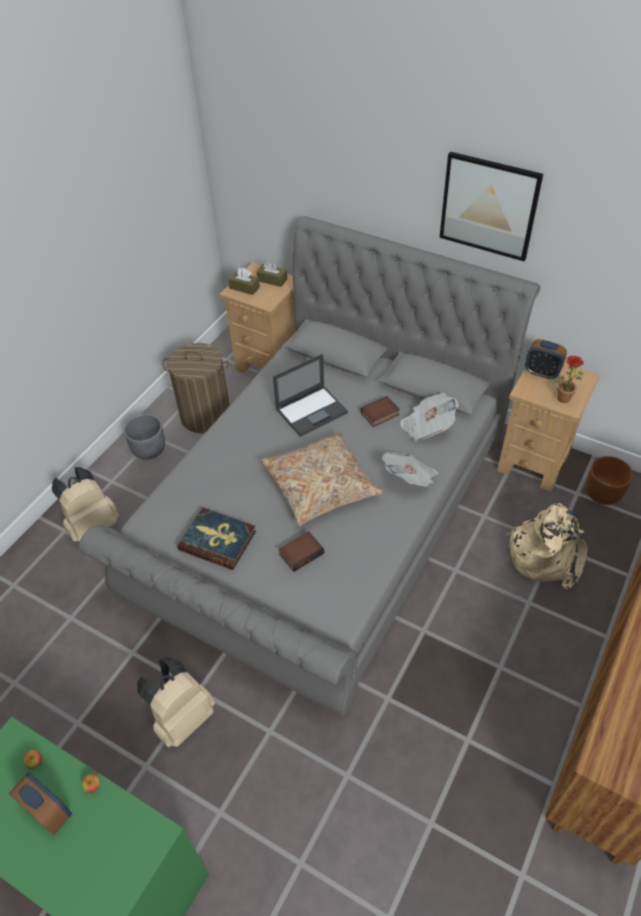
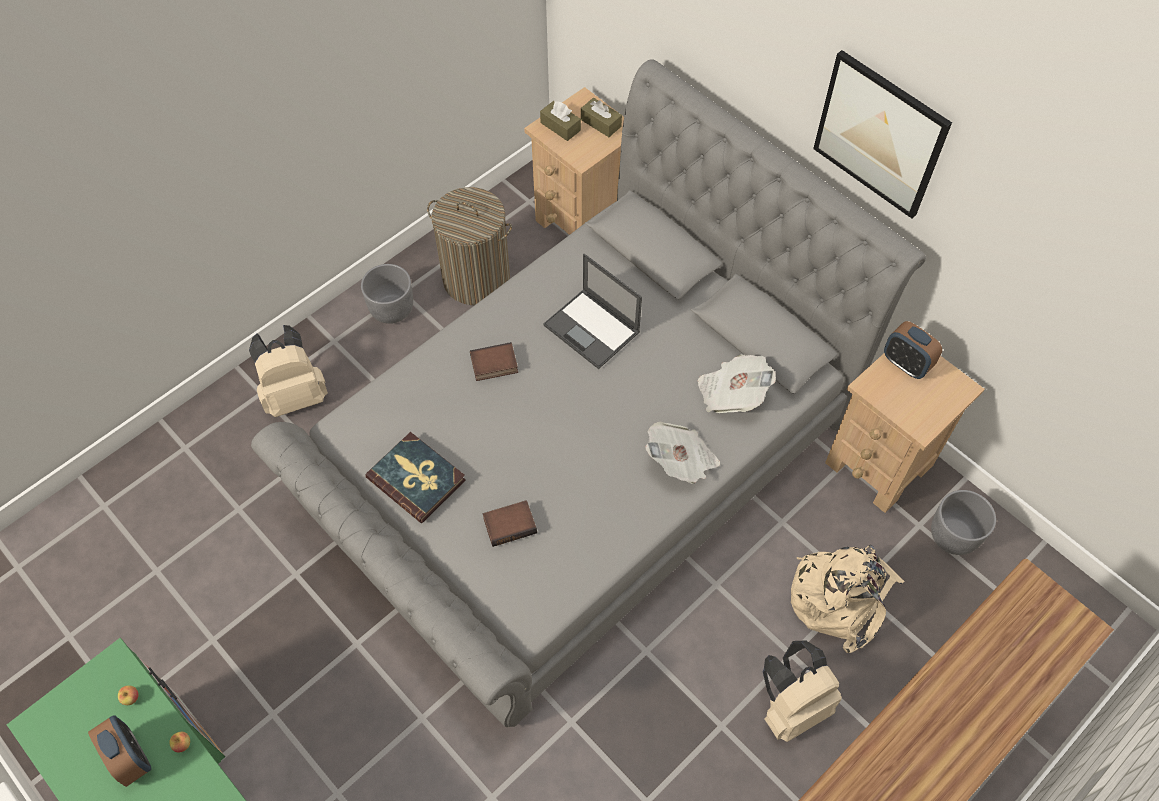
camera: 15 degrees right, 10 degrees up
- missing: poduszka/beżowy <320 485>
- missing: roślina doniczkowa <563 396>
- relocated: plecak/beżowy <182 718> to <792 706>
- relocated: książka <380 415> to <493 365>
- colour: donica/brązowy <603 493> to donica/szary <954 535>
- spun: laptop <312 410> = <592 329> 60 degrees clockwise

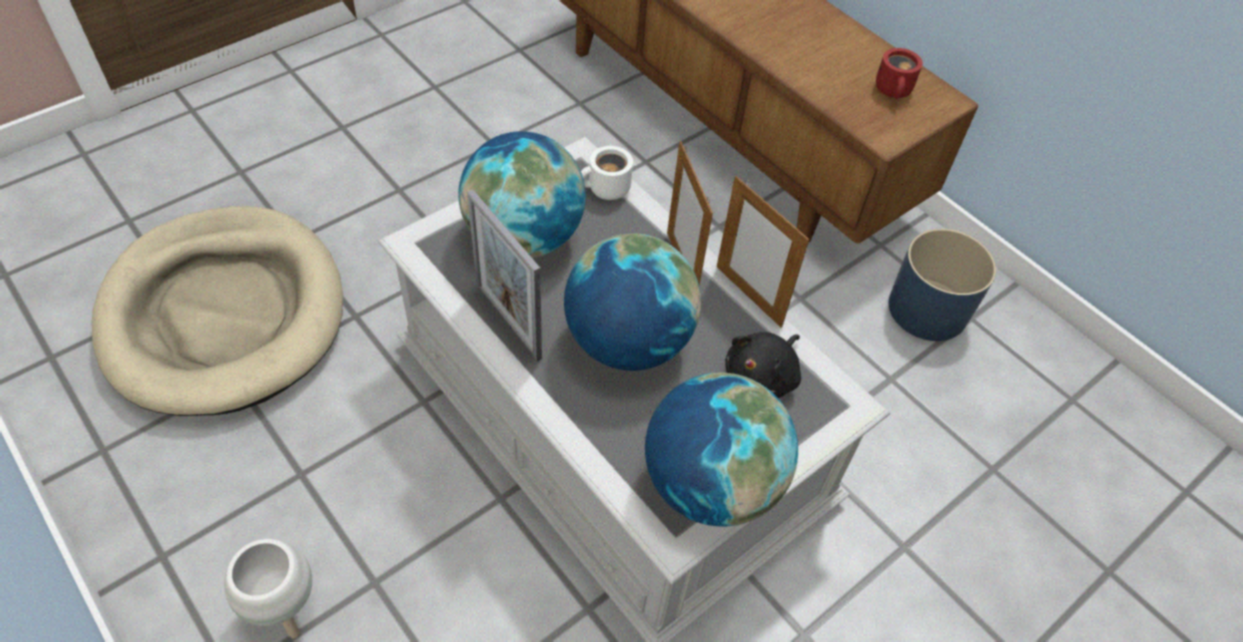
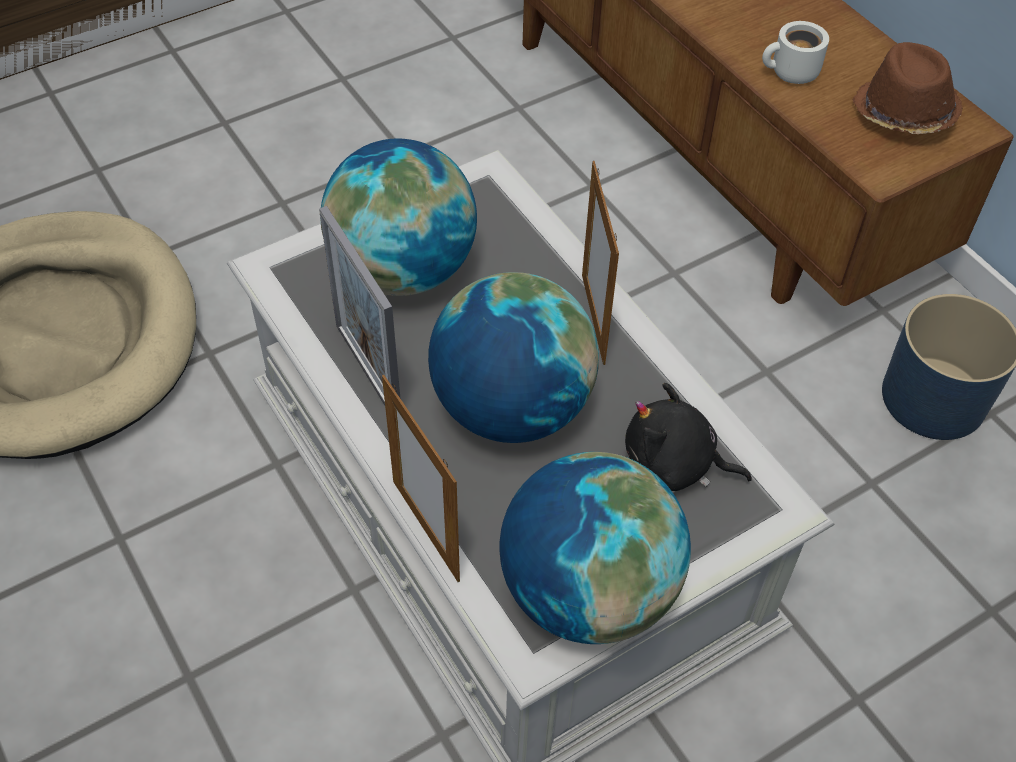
camera: 10 degrees right, 0 degrees up
- missing: donica/biały <286 612>
- relocated: kubek/biały <606 190> to <791 74>
- relocated: ramka na zdjęcie <748 296> to <425 530>
- exchanged: kubek/czerwony <894 91> to kapelusz/brązowy <903 113>
- spun: pluszak/czarny <762 377> = <675 464> 60 degrees clockwise

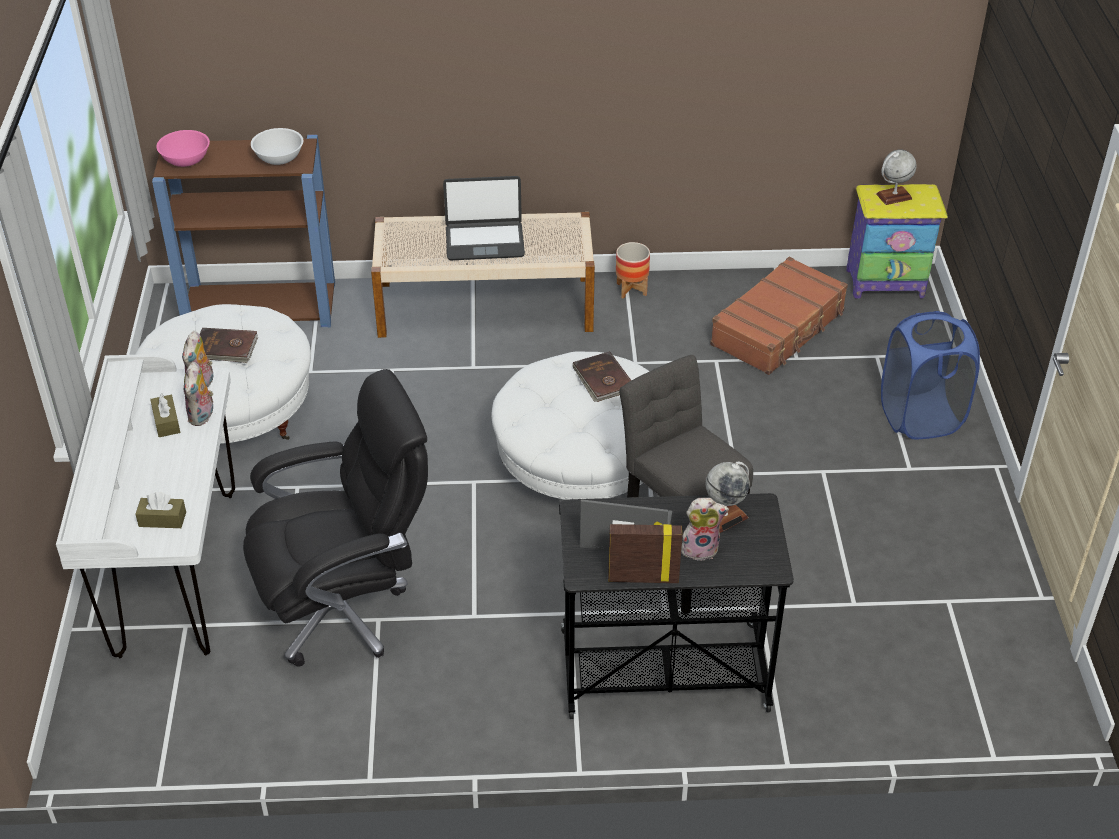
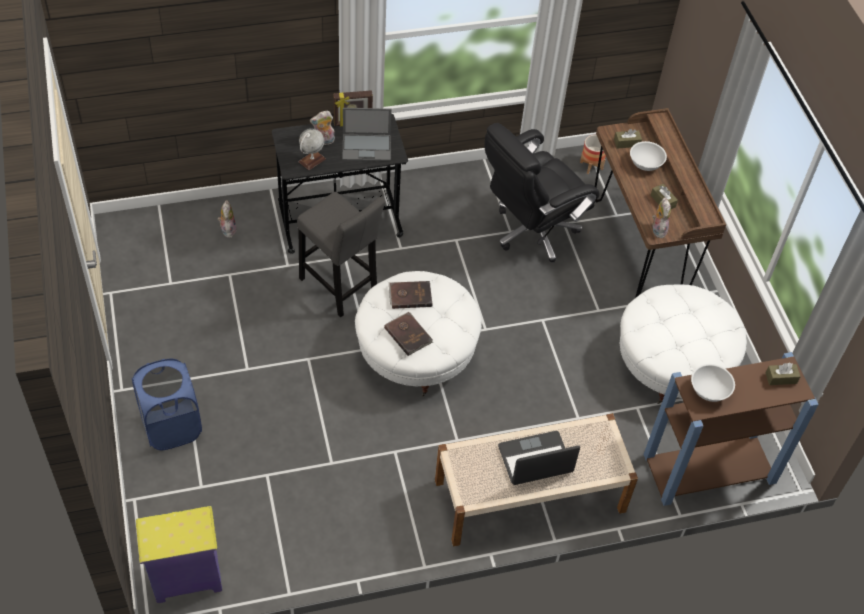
camera: 165 degrees right, 10 degrees up
- missing: walizka/brązowy <779 328>
- missing: globus <894 196>
- appeared: miska/biały <645 164>
- relocated: pluszak <202 416> to <227 229>
- relocated: książka/brązowy <225 348> to <410 295>
- relocated: donica <631 289> to <591 166>
- exchanged: miska/różowy <186 160> to pudełko chusteczek/brązowy <781 378>
- colour: biurko/biały <176 573> to biurko/brązowy <640 244>

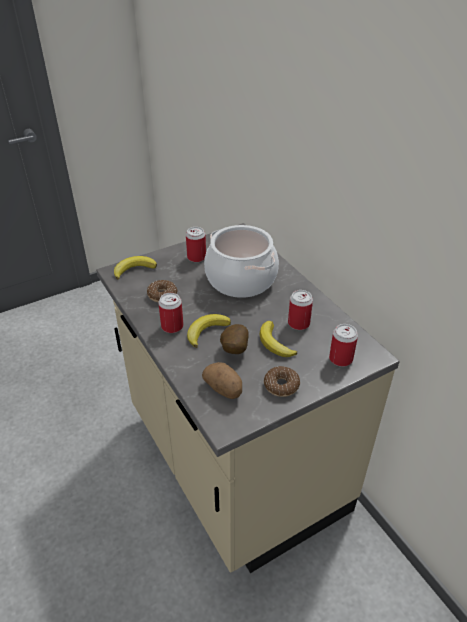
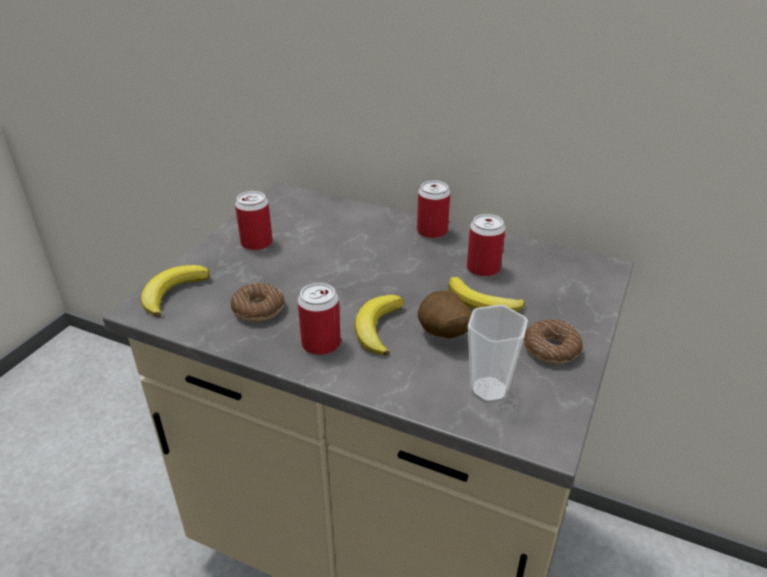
camera: 35 degrees left, 5 degrees down
- missing: garnek <240 279>
- relocated: puszka <340 359> to <432 232>
- exchanged: ziemniak <224 389> to filiżanka <489 390>

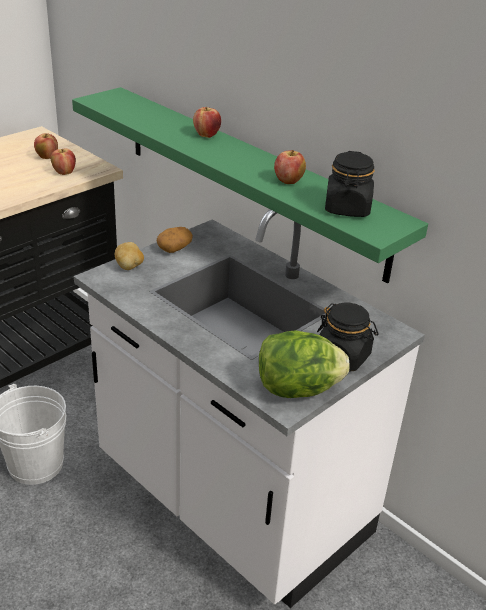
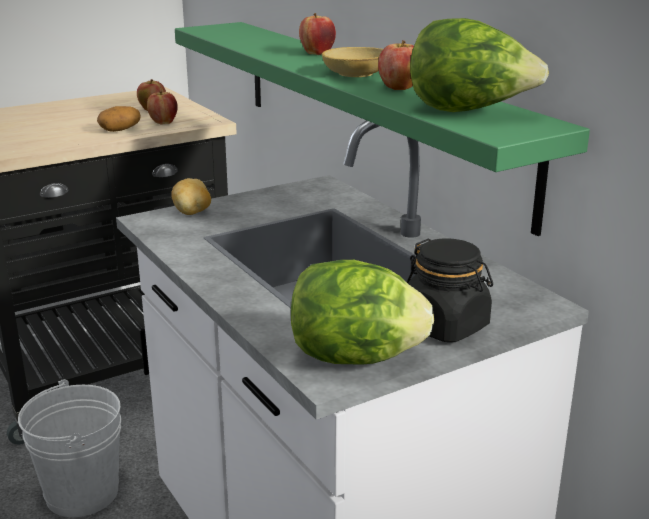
camera: 15 degrees right, 10 degrees down
- appeared: miska/beżowy <355 73>
- relocated: ziemniak <174 248> to <120 130>
- exchanged: słoik/czarny <347 208> to sałata <469 111>

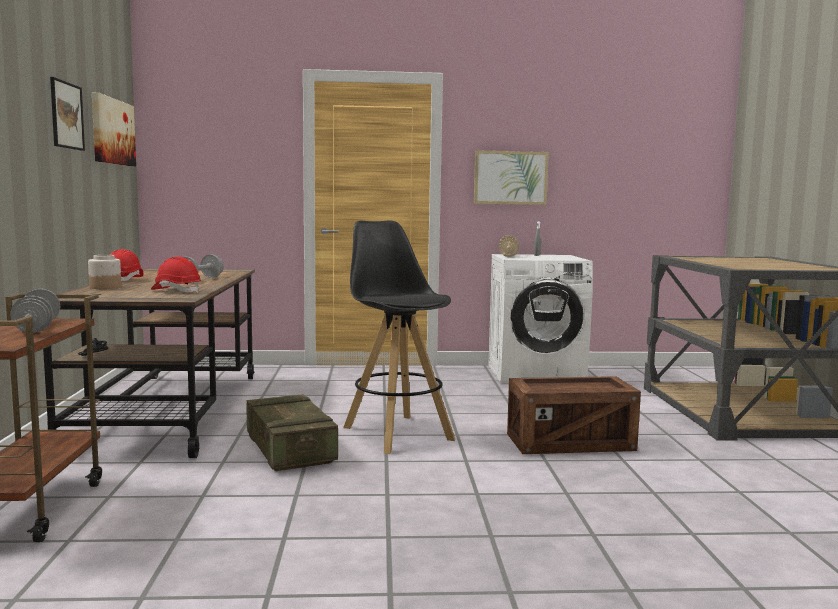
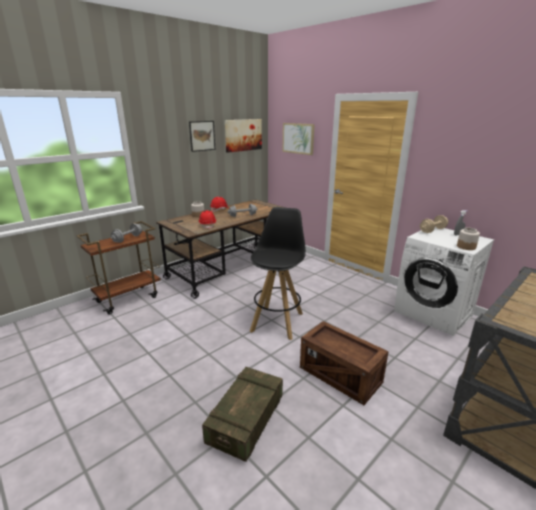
camera: 50 degrees right, 15 degrees up
- appeared: słoik <466 247>
- relocated: skrzynka <289 450> to <246 420>
- relocated: obraz <510 178> to <298 138>

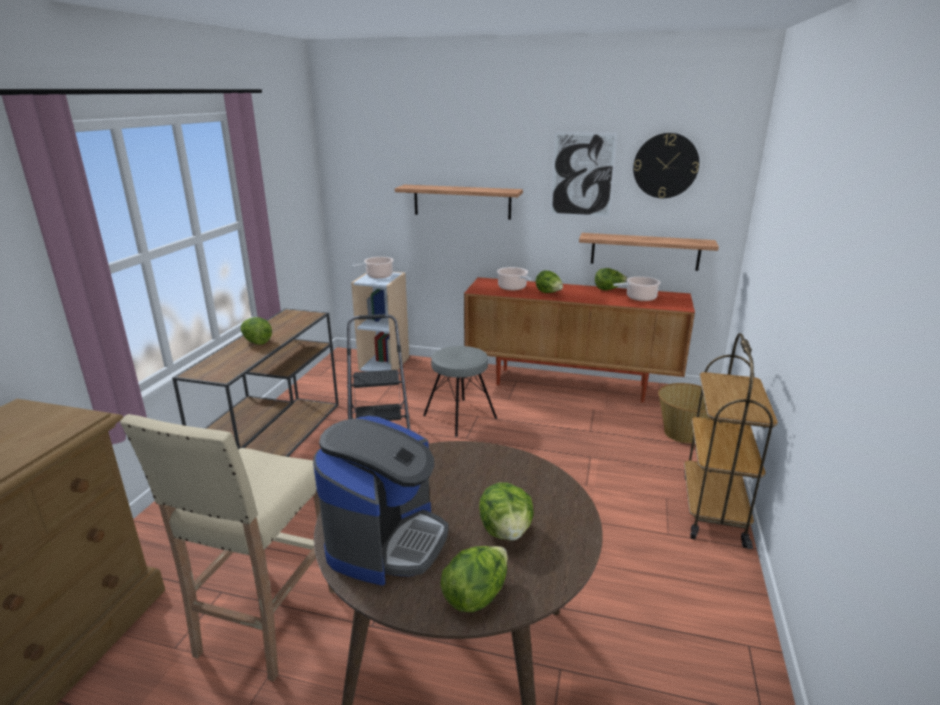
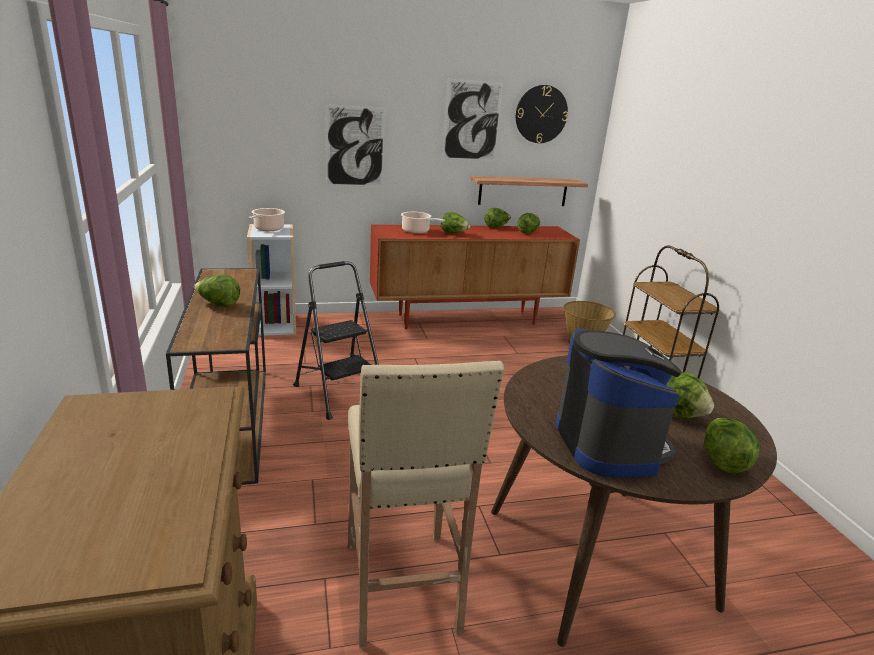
camera: 30 degrees left, 0 degrees up
- missing: stołek/szary <460 417>
- exchanged: półka <462 202> to obraz <355 147>
- exchanged: garnek <639 298> to sałata <528 232>

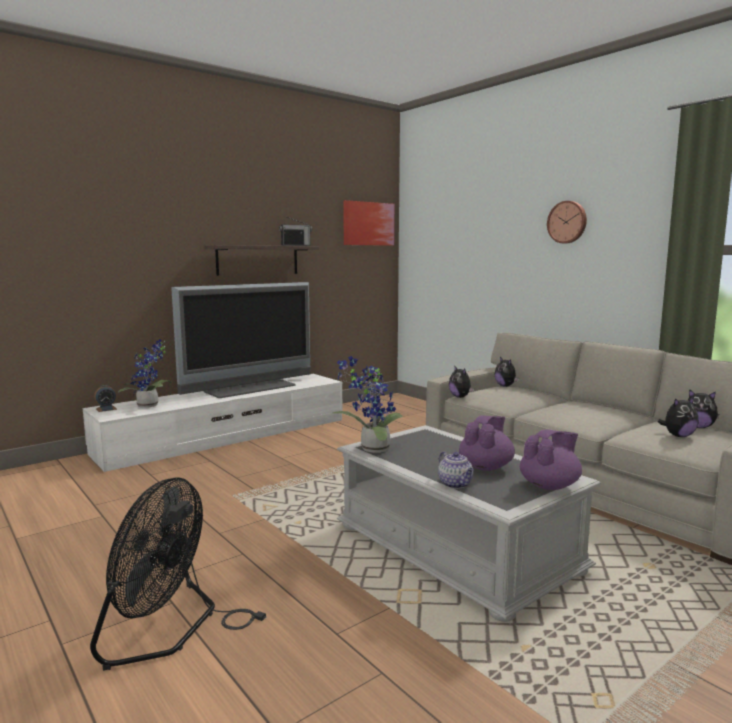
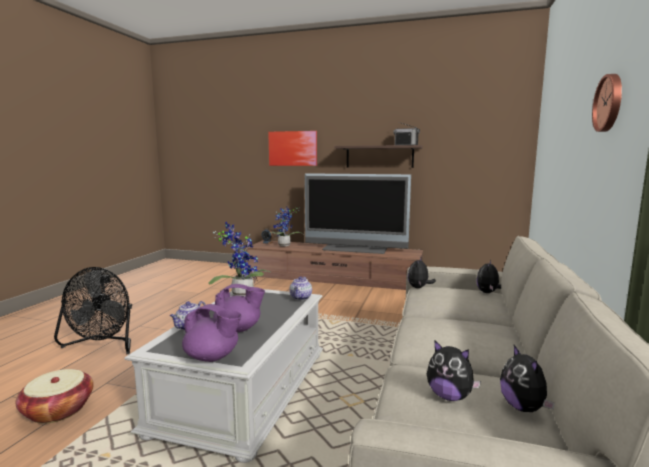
camera: 55 degrees right, 0 degrees up
- appeared: koszyk <58 410>
- appeared: imbryk <301 298>
- relocated: obraz <368 223> to <293 148>
- colour: szafka pod telewizor/biały <226 435> to szafka pod telewizor/brązowy <333 277>
- spun: wentylator/czarny <180 624> = <103 343> 150 degrees counterclockwise

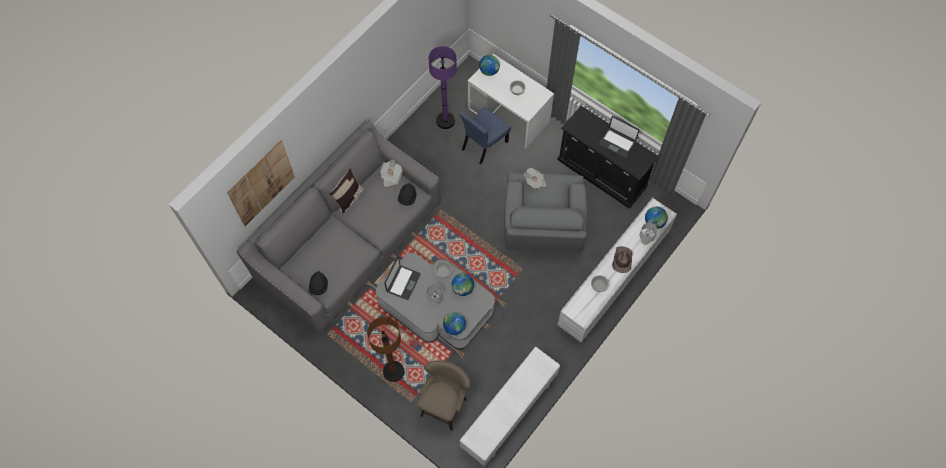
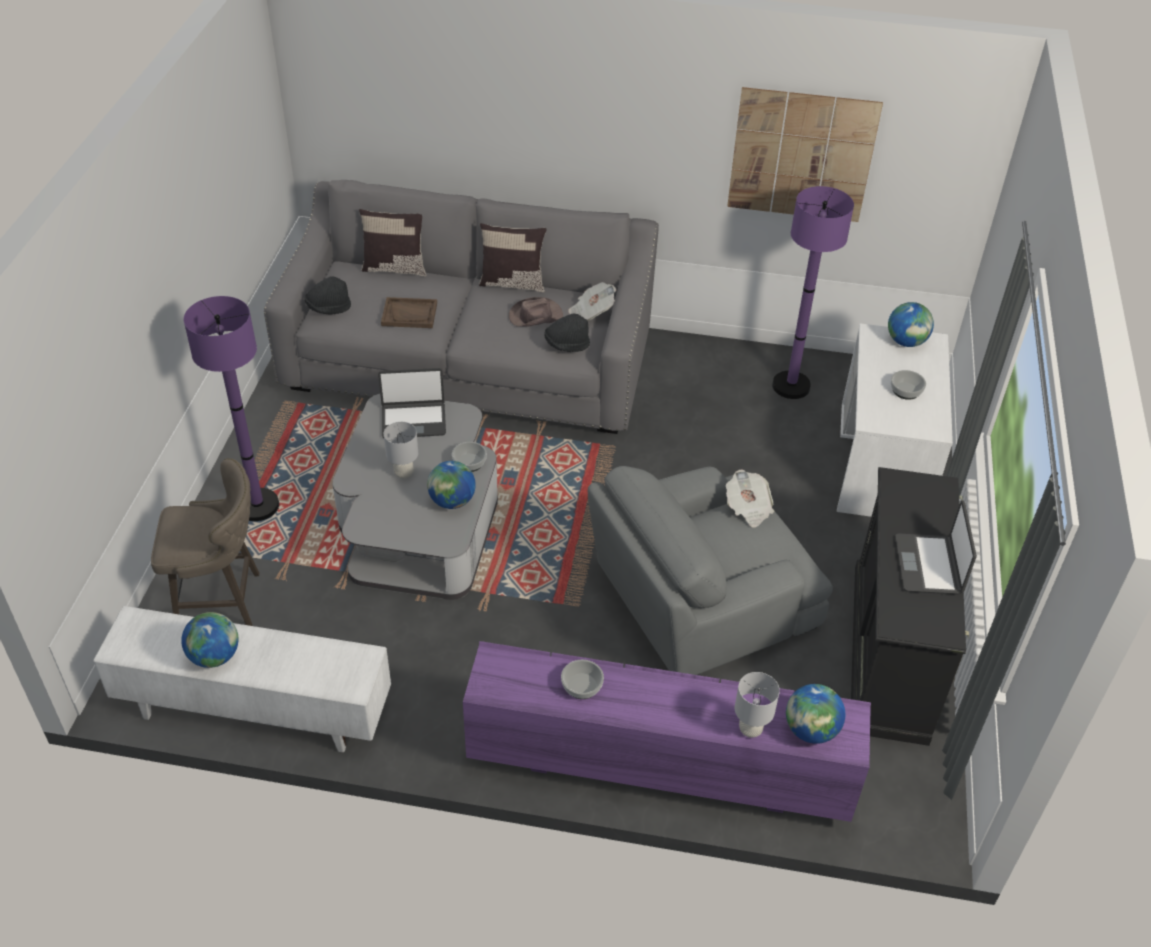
camera: 60 degrees right, 20 degrees down
- missing: krzesło/niebieski <484 144>
- appeared: poduszka <395 268>
- appeared: taca/brązowy <409 314>
- relocated: obraz <261 183> to <802 155>
- relocated: globus <454 327> to <214 656>
- relocated: kapelusz/brązowy <622 260> to <535 316>
- colour: lampa stojąca/brązowy <393 371> to lampa stojąca/fioletowy <258 506>
- colour: szafka/biały <613 280> to szafka/fioletowy <658 772>

